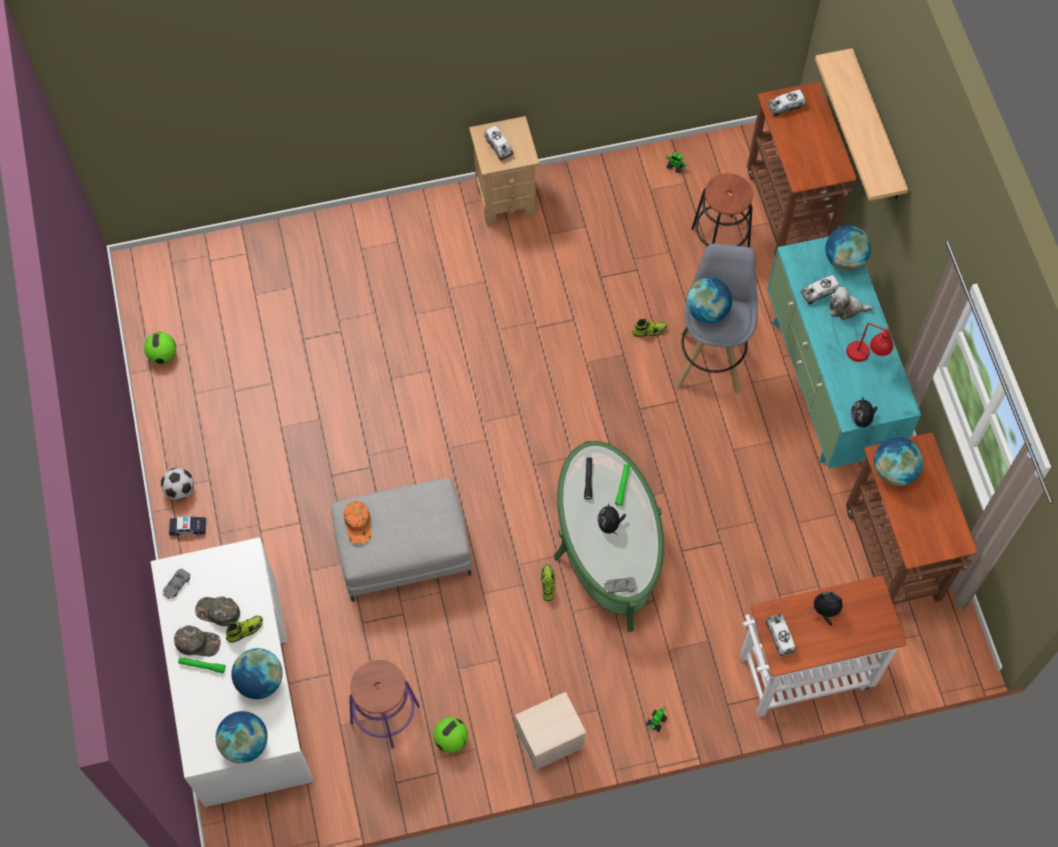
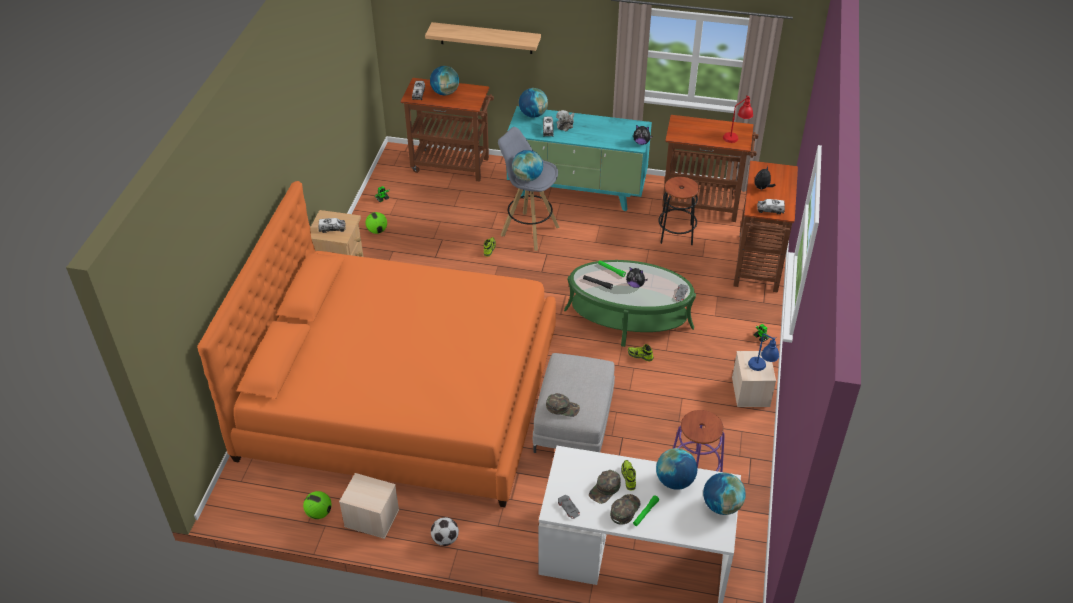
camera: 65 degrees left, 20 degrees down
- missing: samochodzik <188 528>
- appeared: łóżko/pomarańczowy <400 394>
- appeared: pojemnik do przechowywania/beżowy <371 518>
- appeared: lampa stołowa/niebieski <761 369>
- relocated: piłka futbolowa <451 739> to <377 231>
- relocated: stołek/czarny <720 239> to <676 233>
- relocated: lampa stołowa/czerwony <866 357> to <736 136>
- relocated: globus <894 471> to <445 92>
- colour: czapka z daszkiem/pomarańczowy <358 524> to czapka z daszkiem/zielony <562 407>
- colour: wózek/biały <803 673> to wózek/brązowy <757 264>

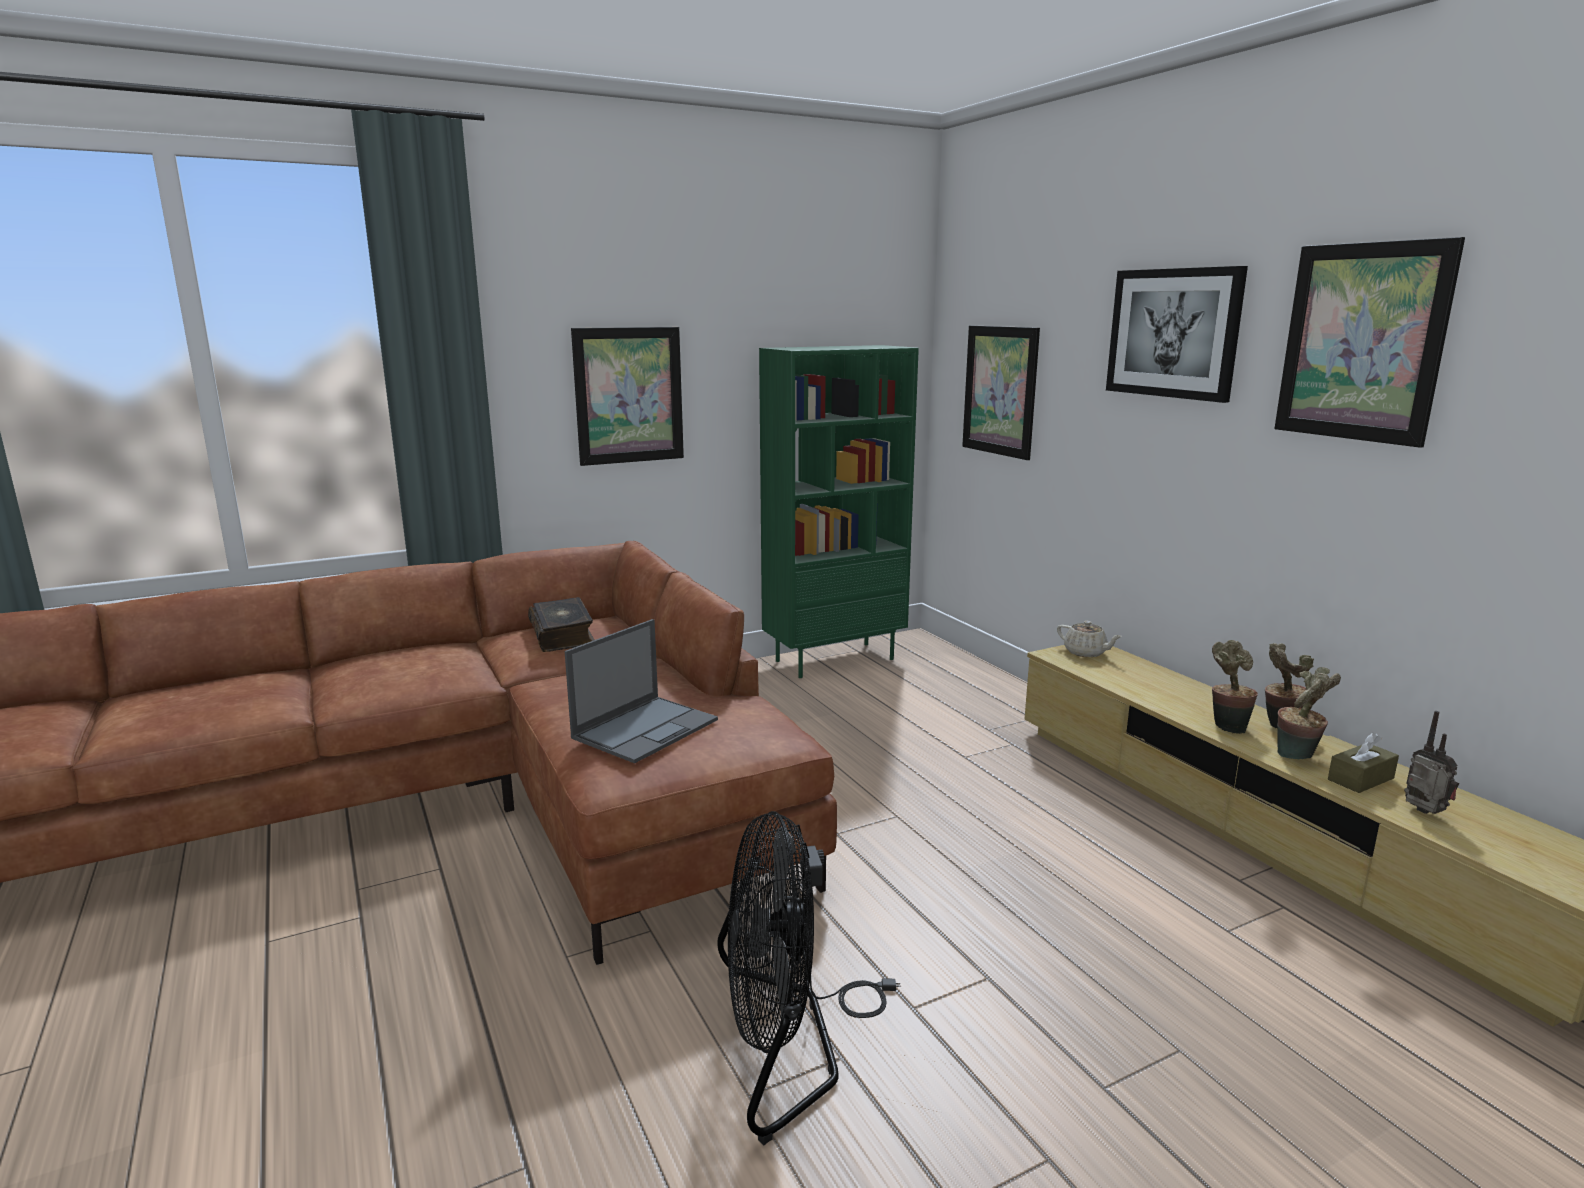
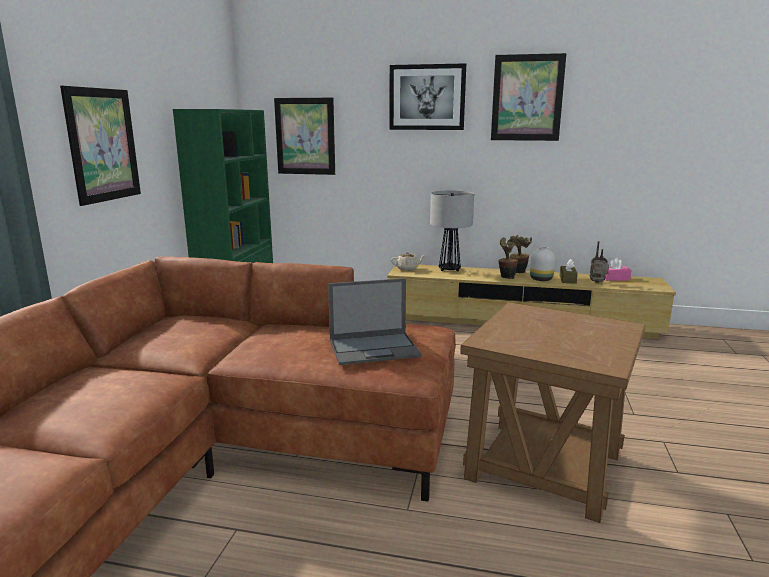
camera: 50 degrees left, 0 degrees up
- missing: książka <563 635>
- appeared: lampa stołowa <449 270>
- appeared: pudełko chusteczek/różowy <615 278>
- exchanged: wentylator/czarny <790 1036> to stolik/brązowy <545 466>
- exchanged: roślina doniczkowa <1297 756> to wazon/biały <541 279>
- spun: laptop <646 728> = <375 348> 90 degrees clockwise

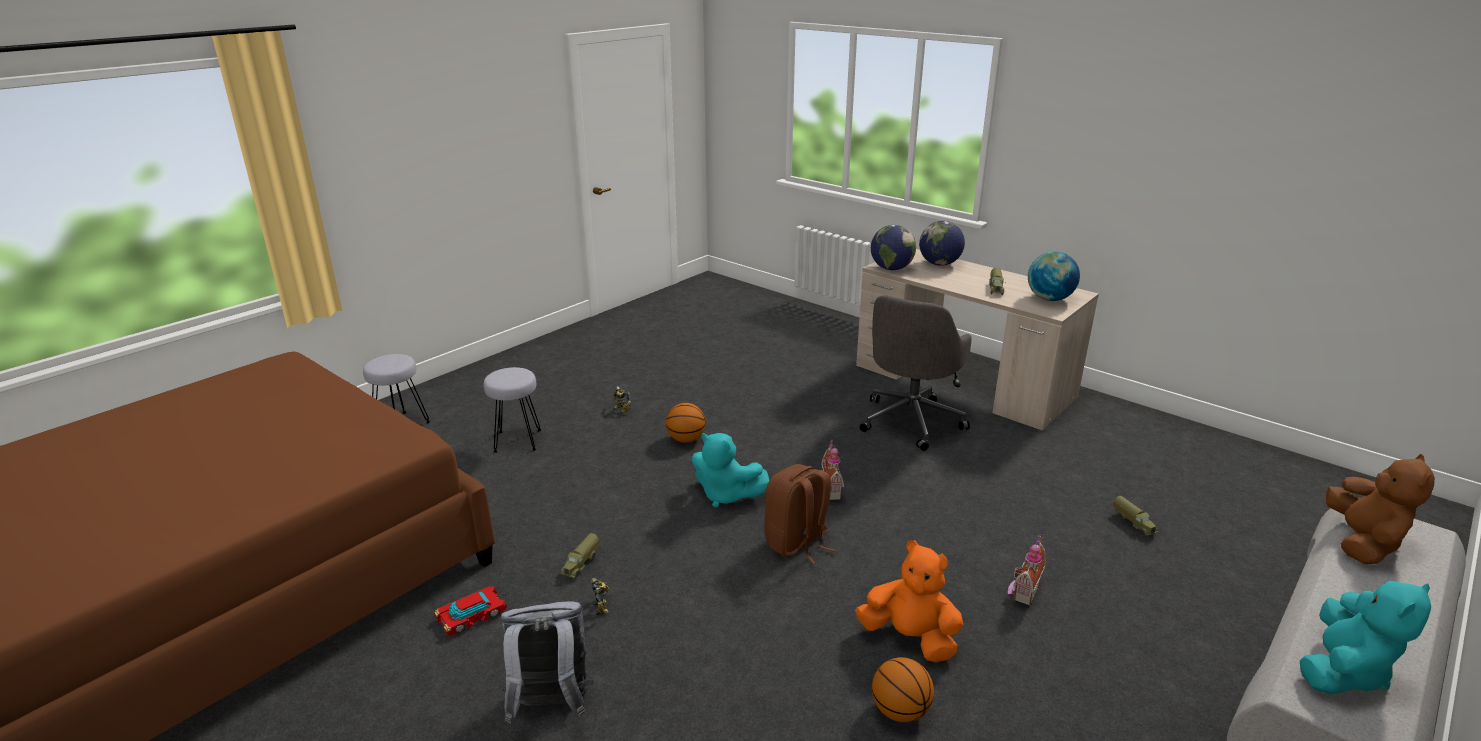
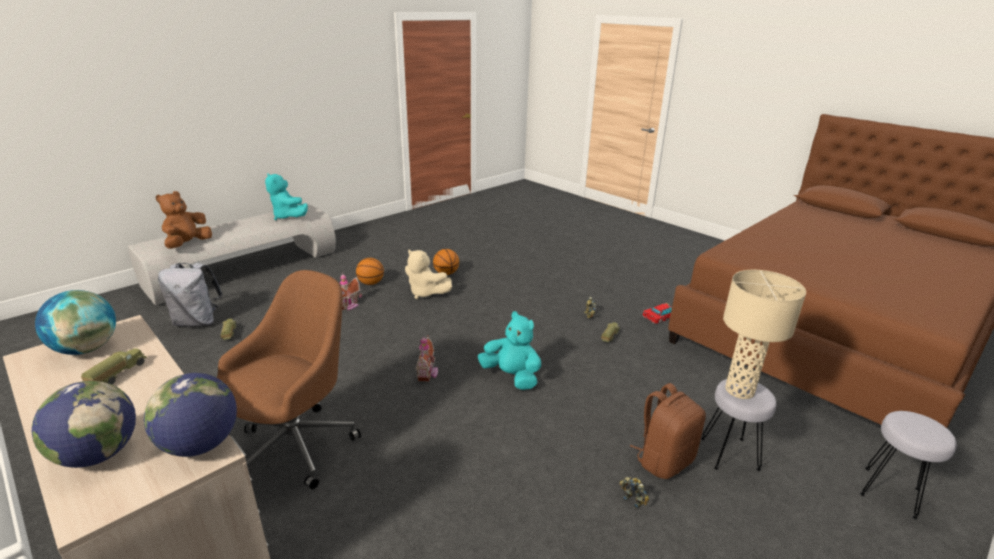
camera: 175 degrees left, 0 degrees up
- appeared: lampa stołowa/beżowy <740 390>
- relocated: plecak/szary <551 706> to <198 322>
- relocated: piłka do koszykówki <686 439> to <371 283>
- relocated: plecak/brązowy <797 543> to <664 460>
- colour: pluszak/pomarańczowy <910 638> to pluszak/beżowy <425 293>
- colour: krzesło biurowe/szary <911 422> to krzesło biurowe/brązowy <297 446>
- spun: pluszak/turkusowy <1342 671> = <288 217> 90 degrees counterclockwise

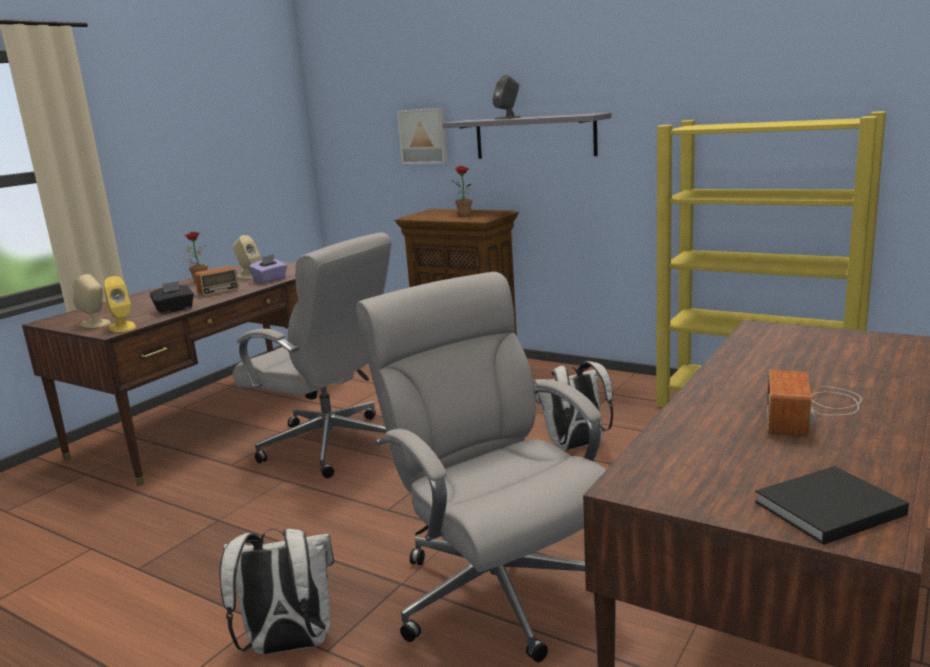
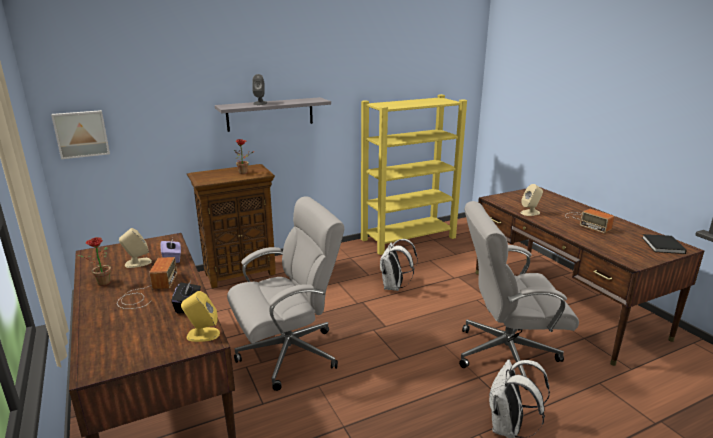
camera: 60 degrees left, 5 degrees up
- relocated: głośnik/beżowy <95 324> to <530 212>
- relocated: obraz <424 136> to <81 134>

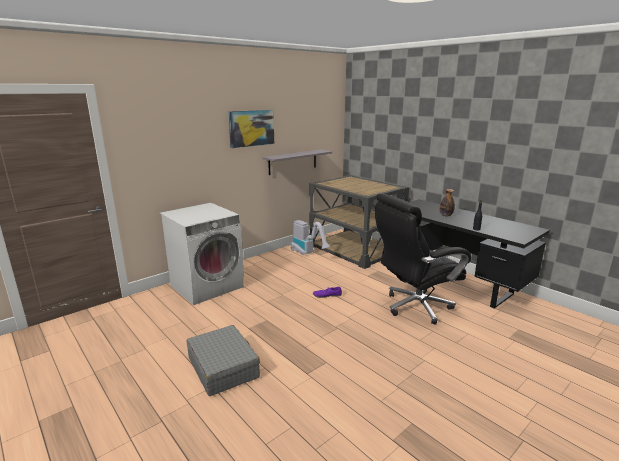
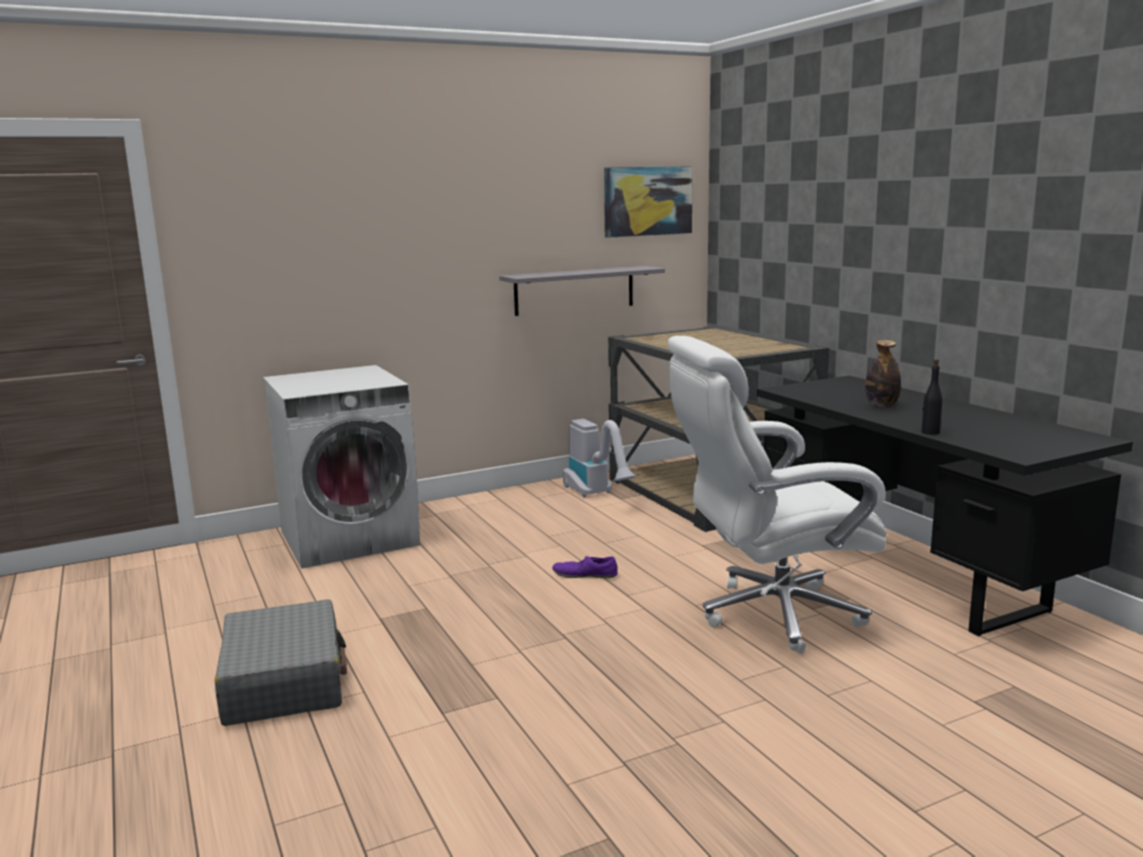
camera: 15 degrees right, 5 degrees down
- relocated: obraz <251 128> to <647 201>
- colour: krzesło biurowe/czarny <414 308> to krzesło biurowe/biały <771 616>

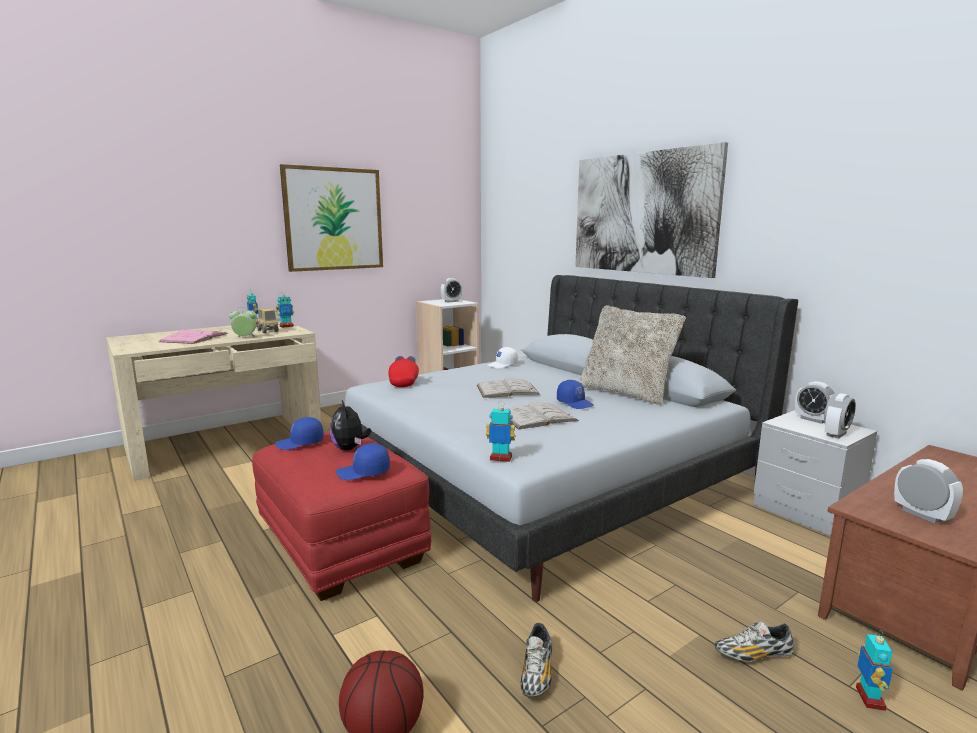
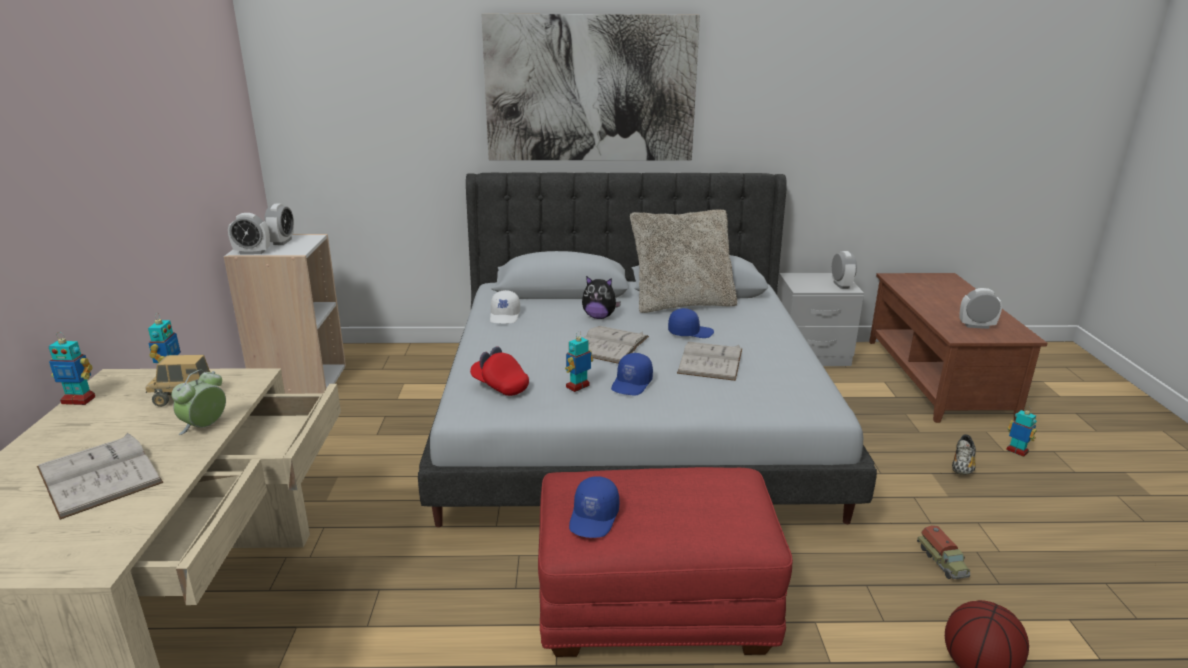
camera: 55 degrees left, 10 degrees up
- missing: obraz <334 219>
- relocated: pluszak <350 448> to <599 317>
- relocated: czapka z daszkiem/niebieski <363 472> to <632 384>
- relocated: robot zabawkowy <500 458> to <578 387>
- relocated: budzik <813 419> to <252 252>
- exchanged: but <537 673> to ciężarówka zabawkowa <942 562>
- colour: książka/różowy <194 338> to książka/biały <99 475>

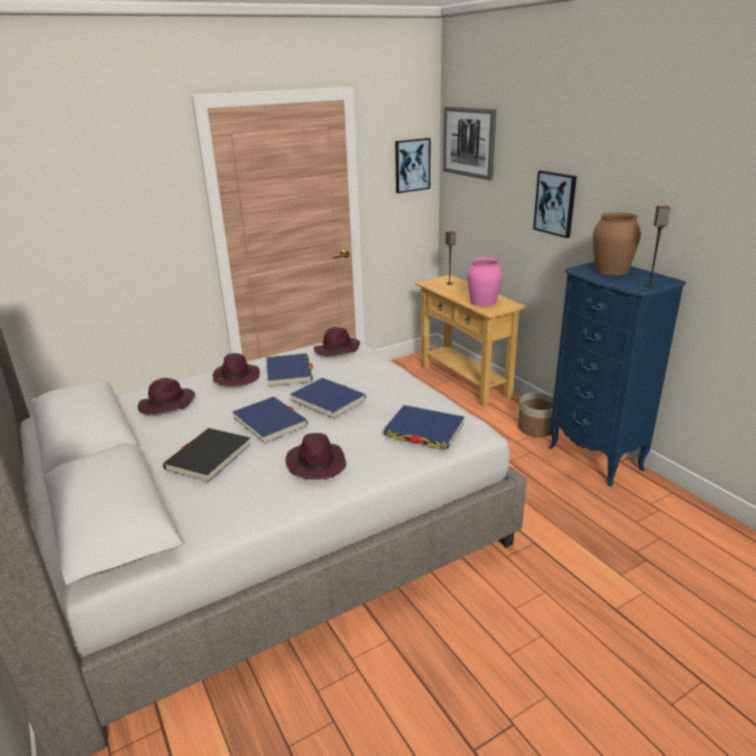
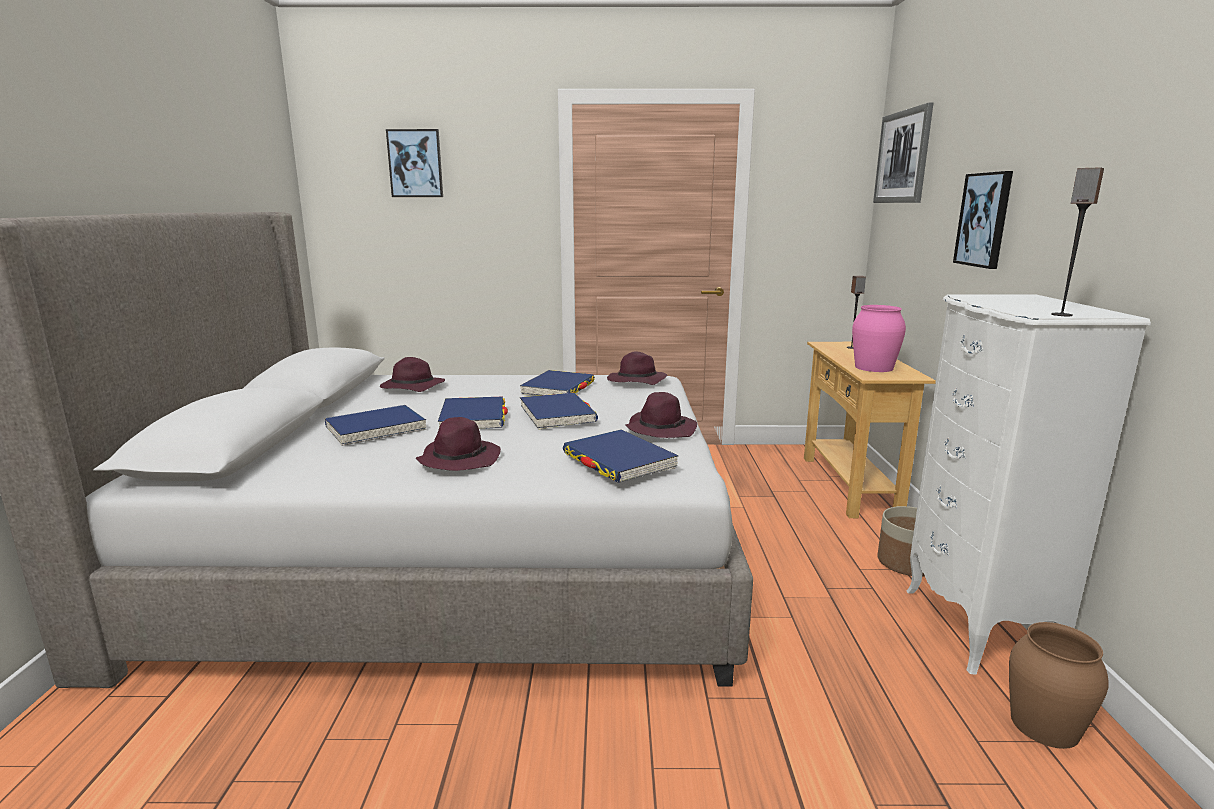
camera: 30 degrees right, 10 degrees down
- relocated: kapelusz/fioletowy <236 378> to <660 429>
- relocated: obraz <412 165> to <415 163>
- relocated: wazon/brązowy <611 270> to <1044 726>
- colour: książka/czarny <208 457> to książka/niebieski <376 429>
- colour: komoda/niebieski <593 459> to komoda/biały <971 628>

